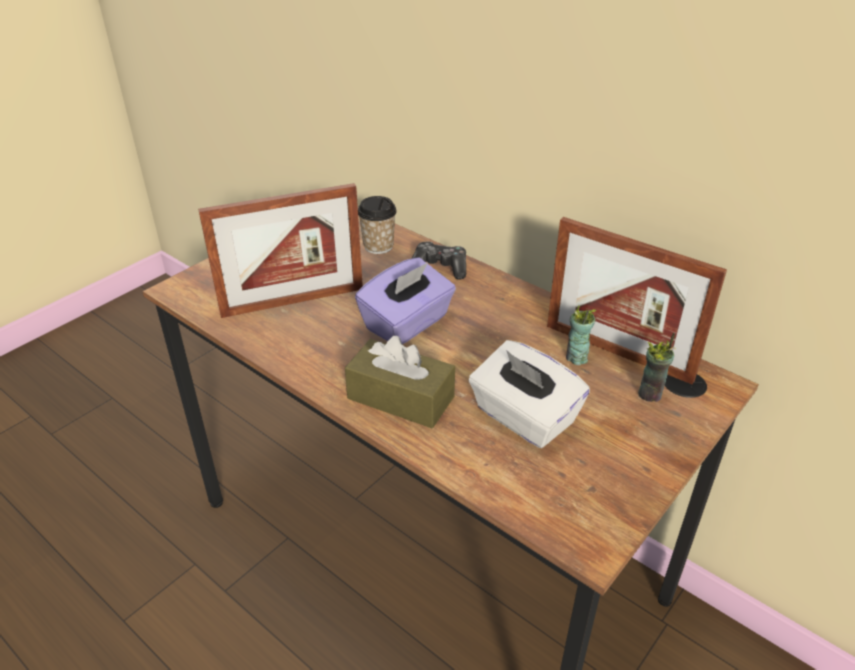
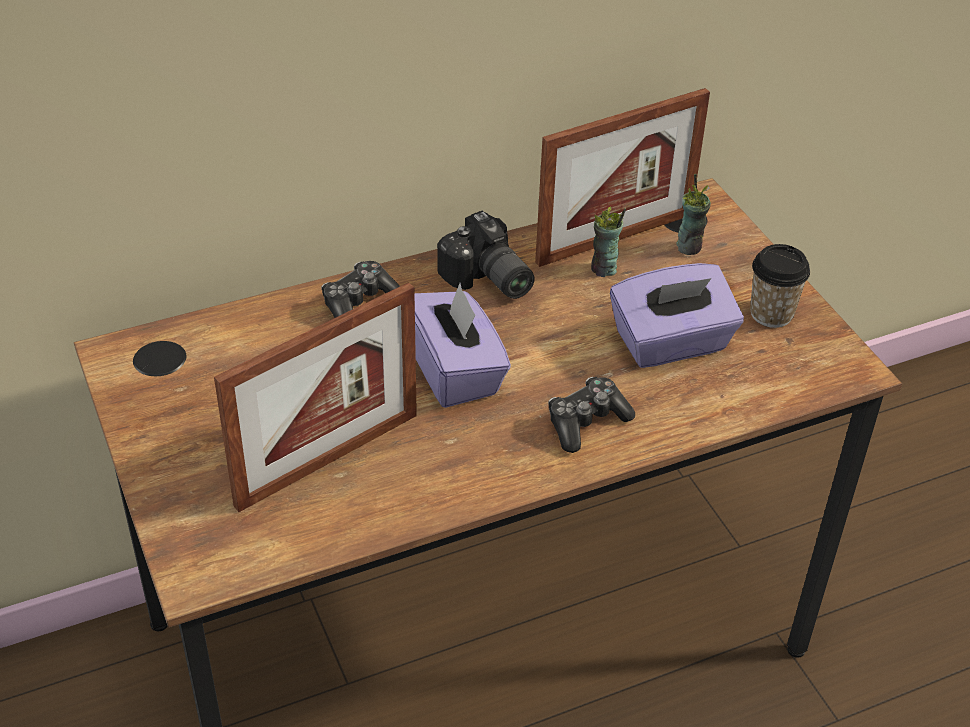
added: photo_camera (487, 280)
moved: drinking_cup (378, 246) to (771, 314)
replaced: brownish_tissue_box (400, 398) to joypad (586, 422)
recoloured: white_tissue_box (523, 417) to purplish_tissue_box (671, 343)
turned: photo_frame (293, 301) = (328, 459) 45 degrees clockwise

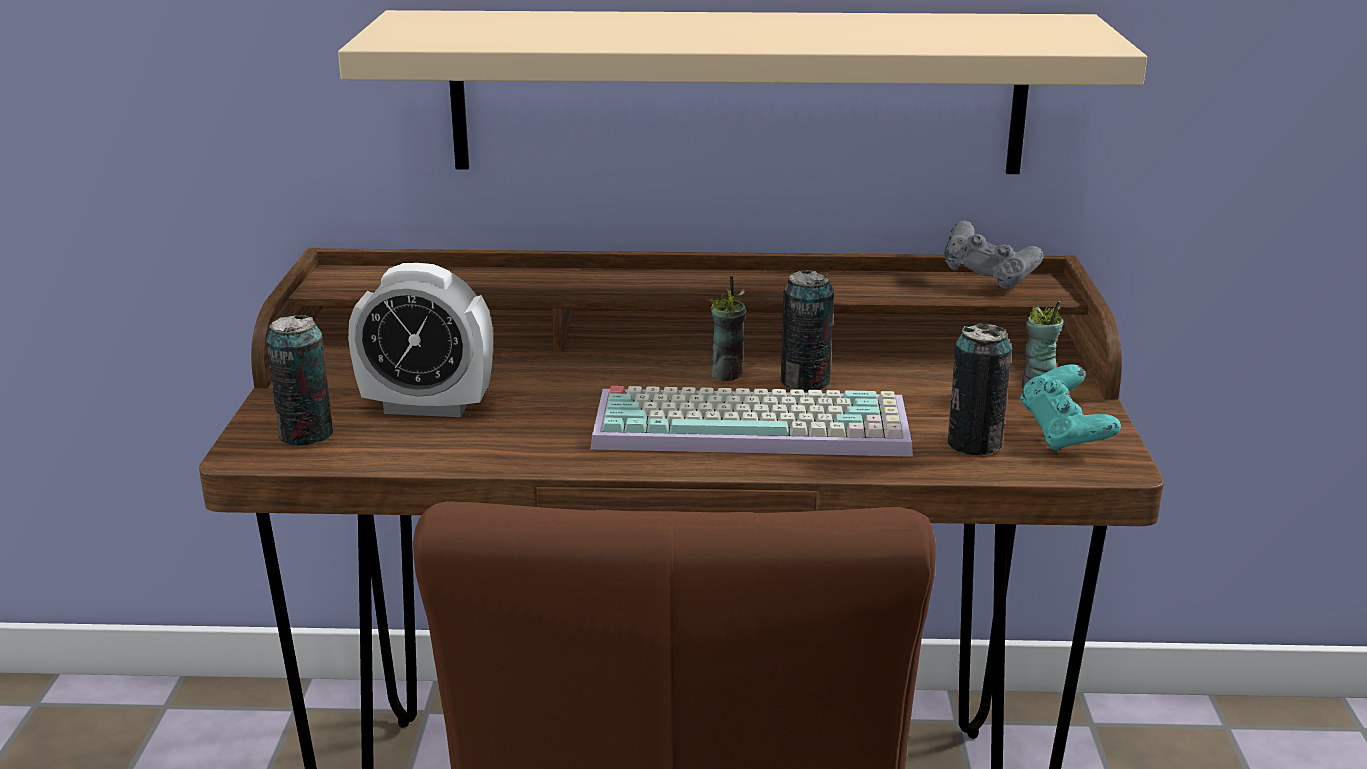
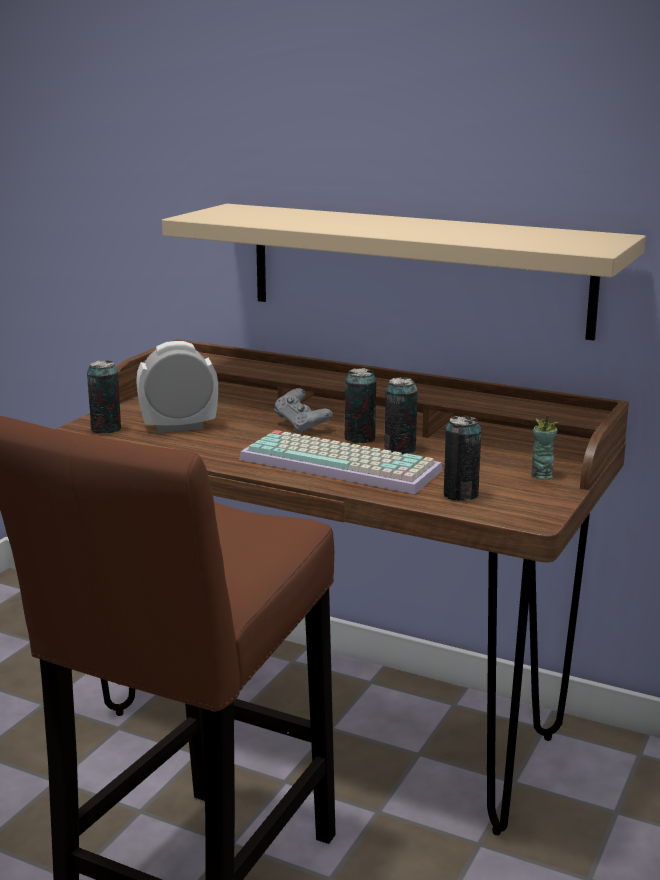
removed: turquoise-coloured_joypad (1064, 435)
moved: gray_joypad (988, 278) to (302, 426)
replaced: drinking_cup (727, 374) to can (360, 438)
turned: table_clock (427, 406) = (179, 427) 135 degrees clockwise

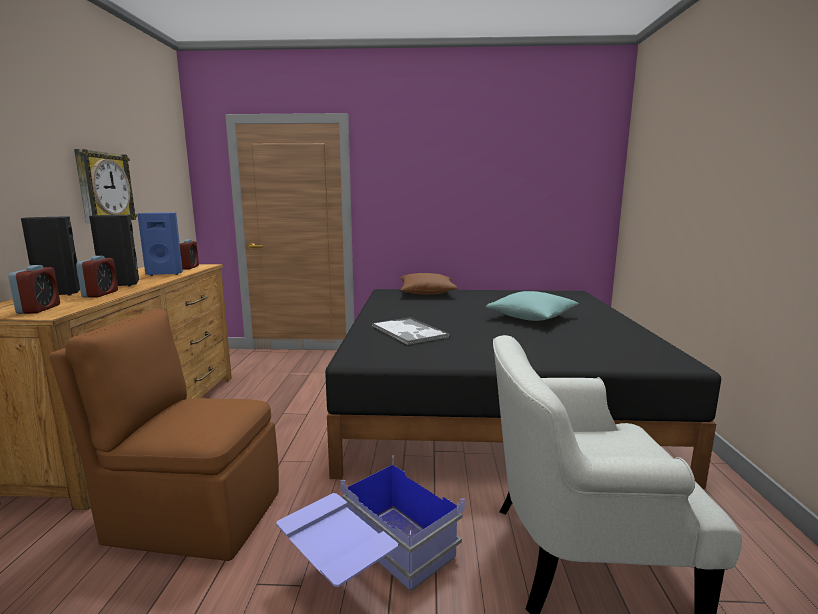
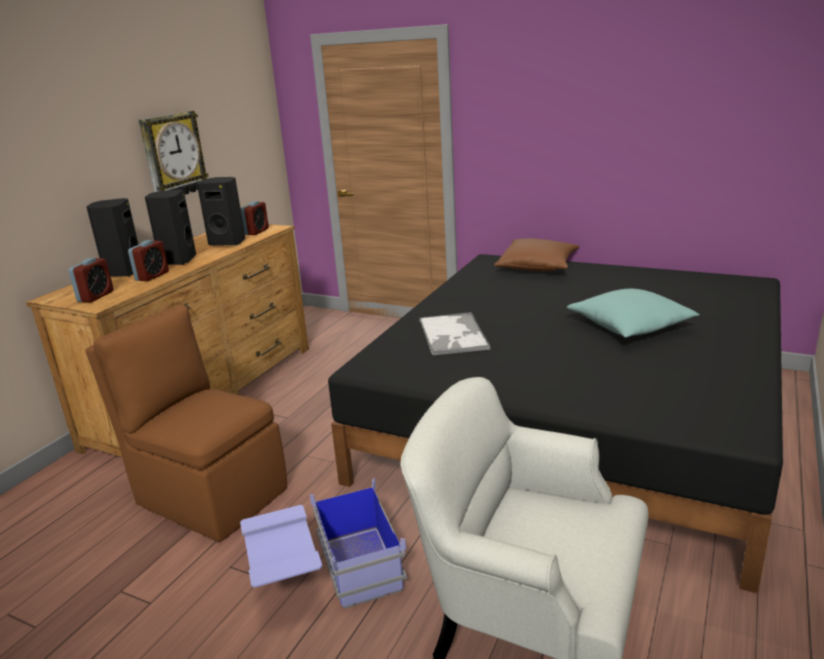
recoloured: bluish_loudspeaker (166, 273) to black-coloured_loudspeaker (228, 242)

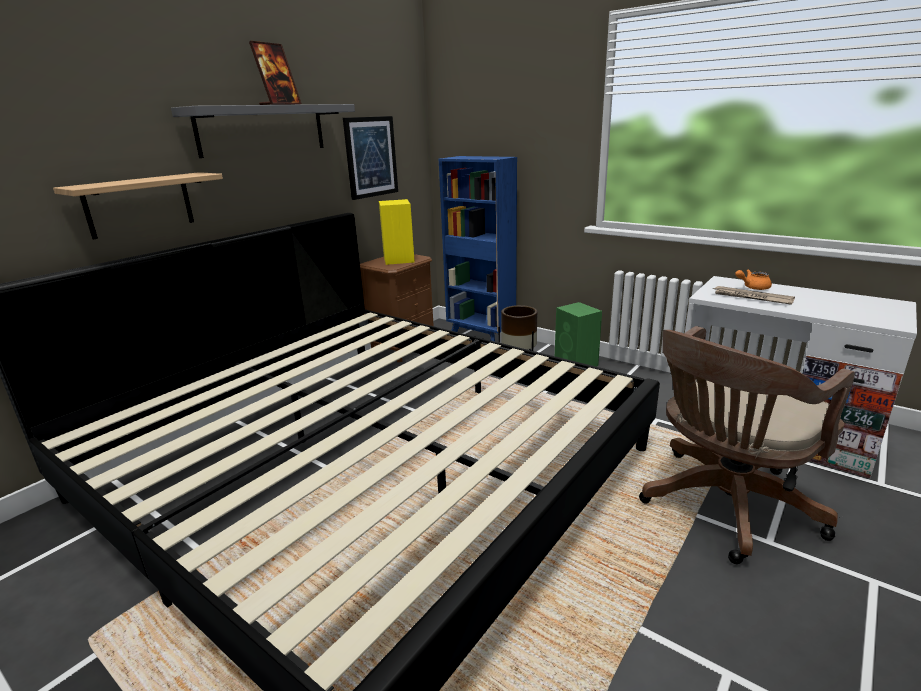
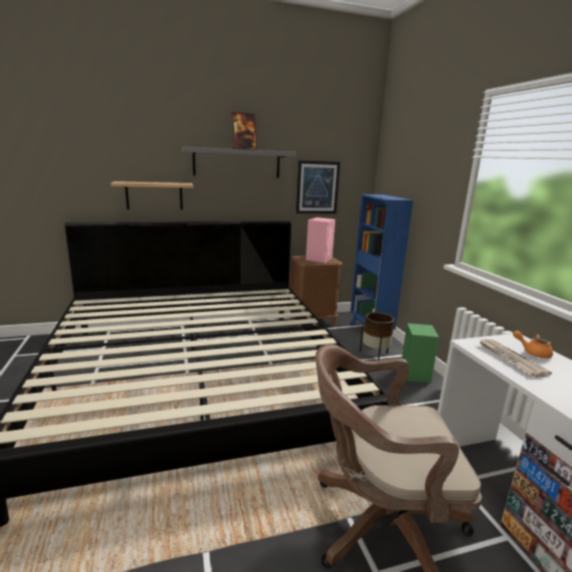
recoloured: yellow-coloured_loudspeaker (398, 259) to pinkish_loudspeaker (319, 259)

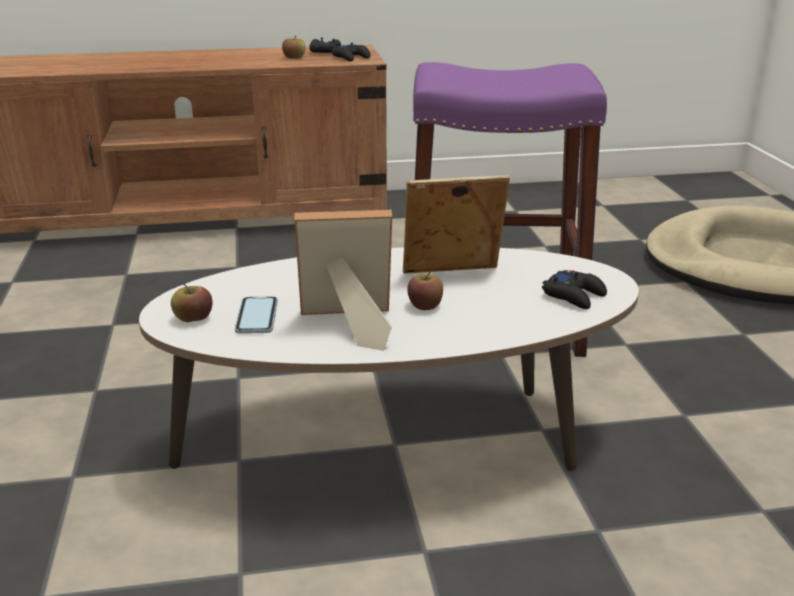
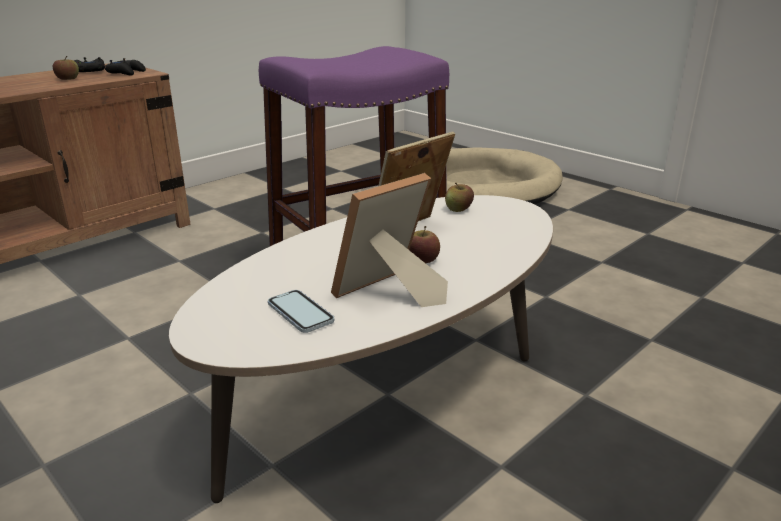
removed: black-coloured_joypad (574, 296)
moved: apple_fruit (193, 319) to (458, 209)

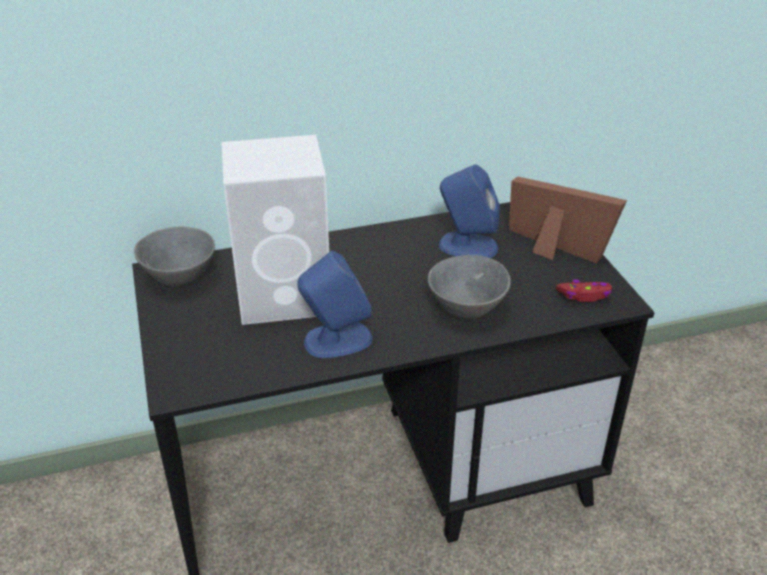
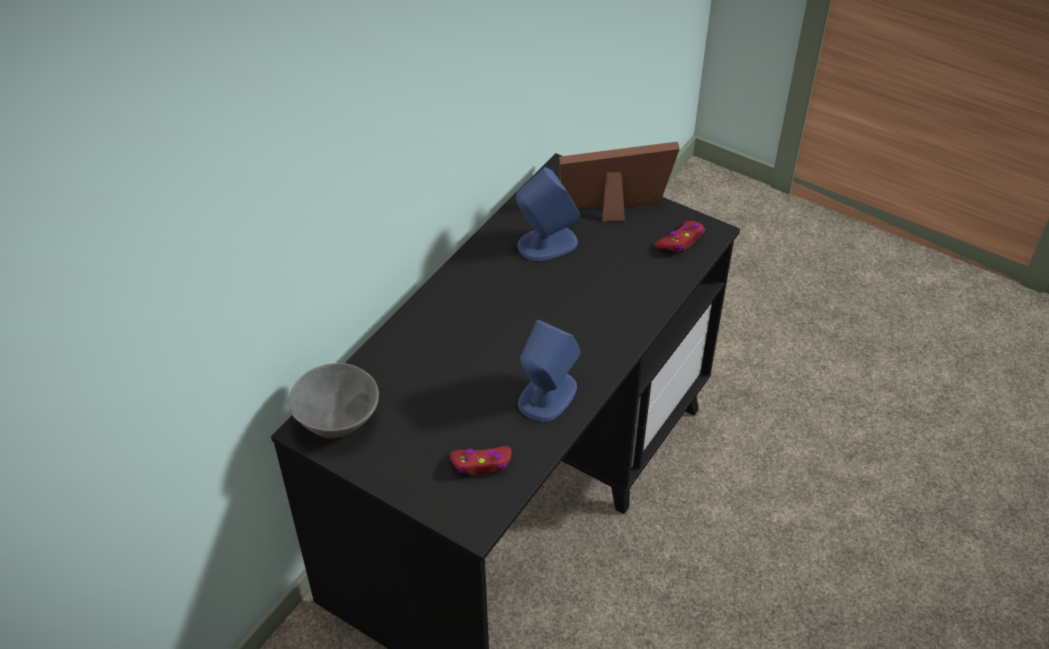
removed: white_loudspeaker (287, 295); gray_deep_dish (465, 308)
added: reddish_joypad (481, 464)

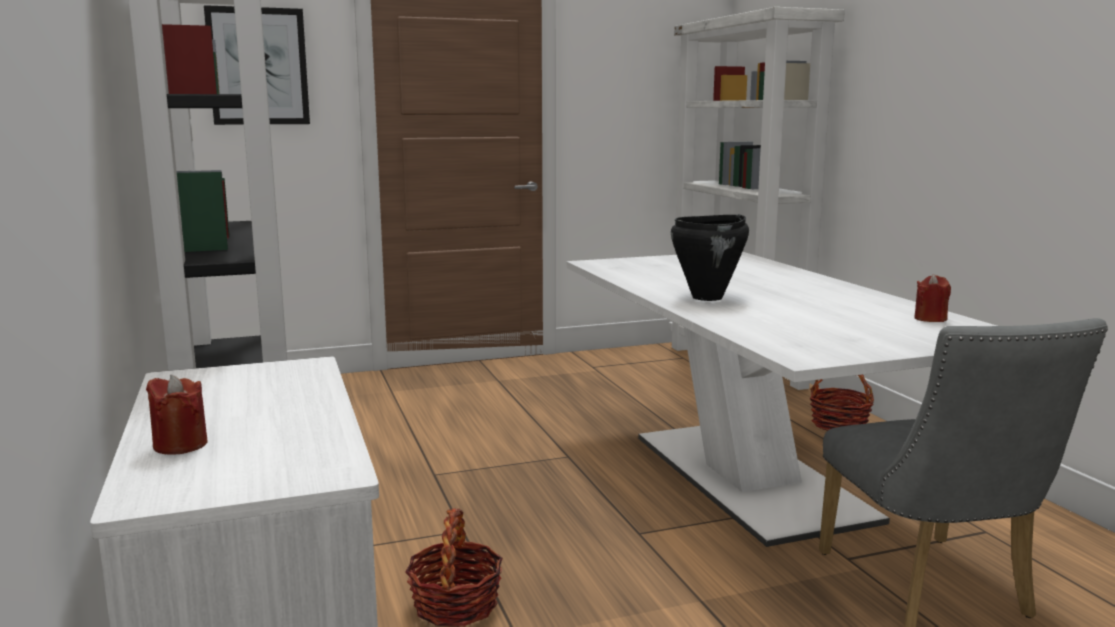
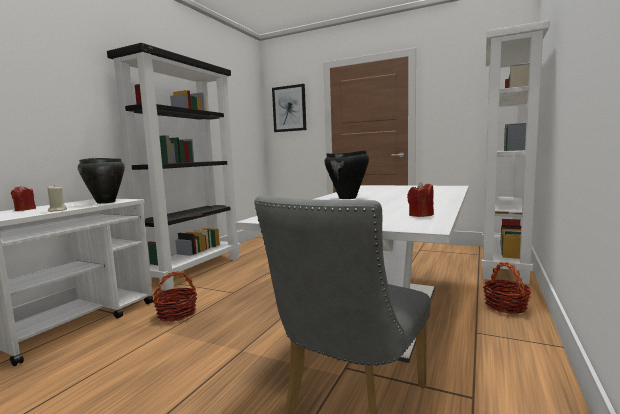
added: sand-coloured_candle (57, 210); black-coloured_stockpot (106, 202)

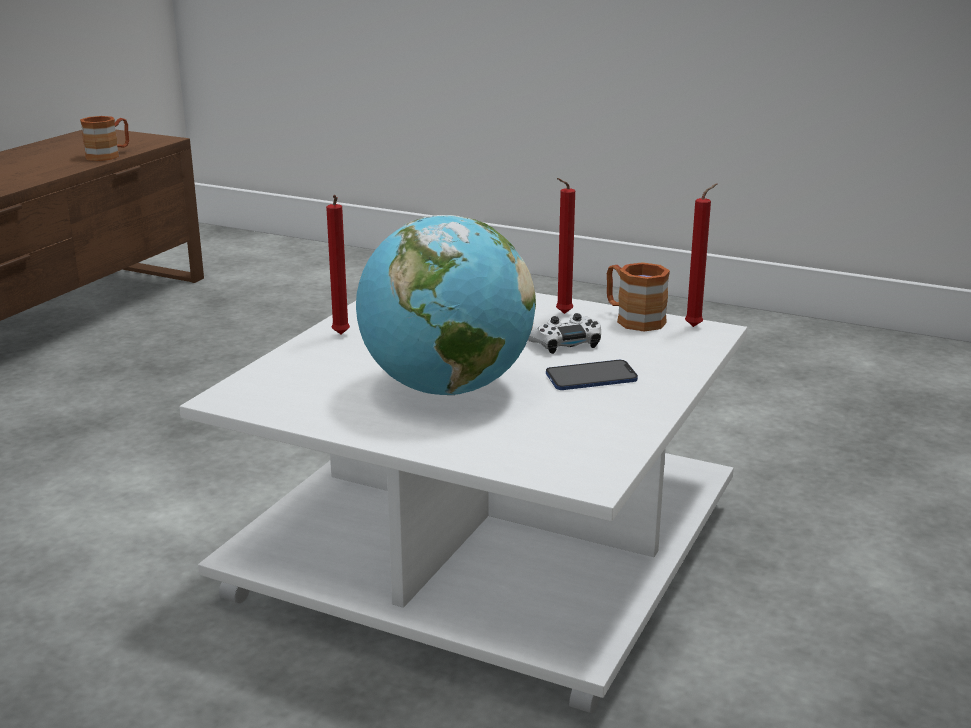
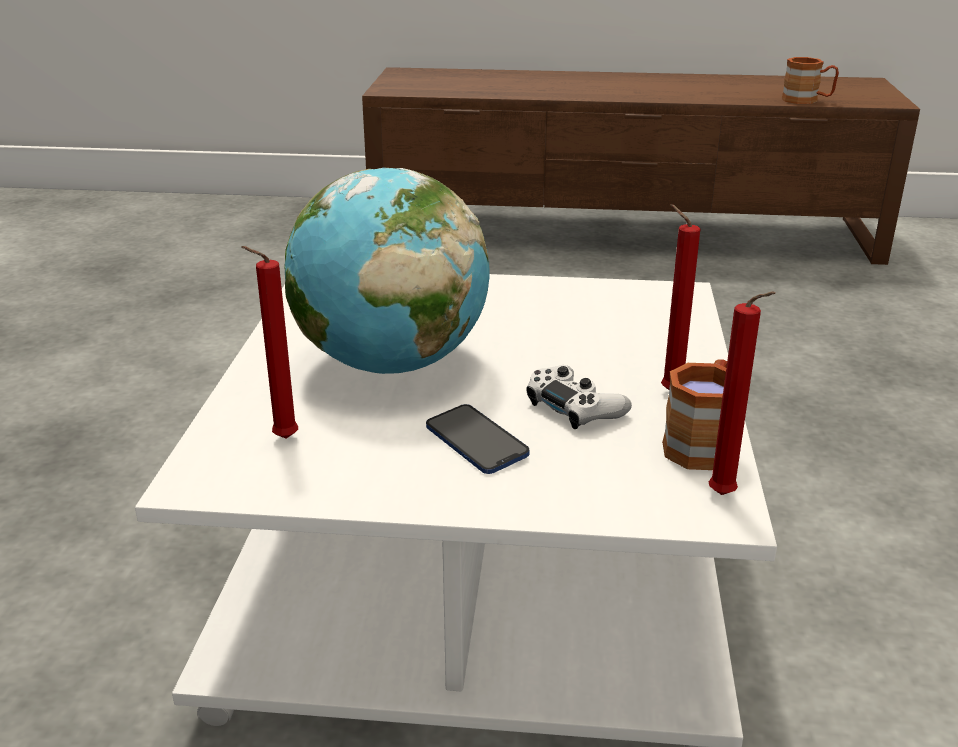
moved: reddish_candle (341, 335) to (281, 439)

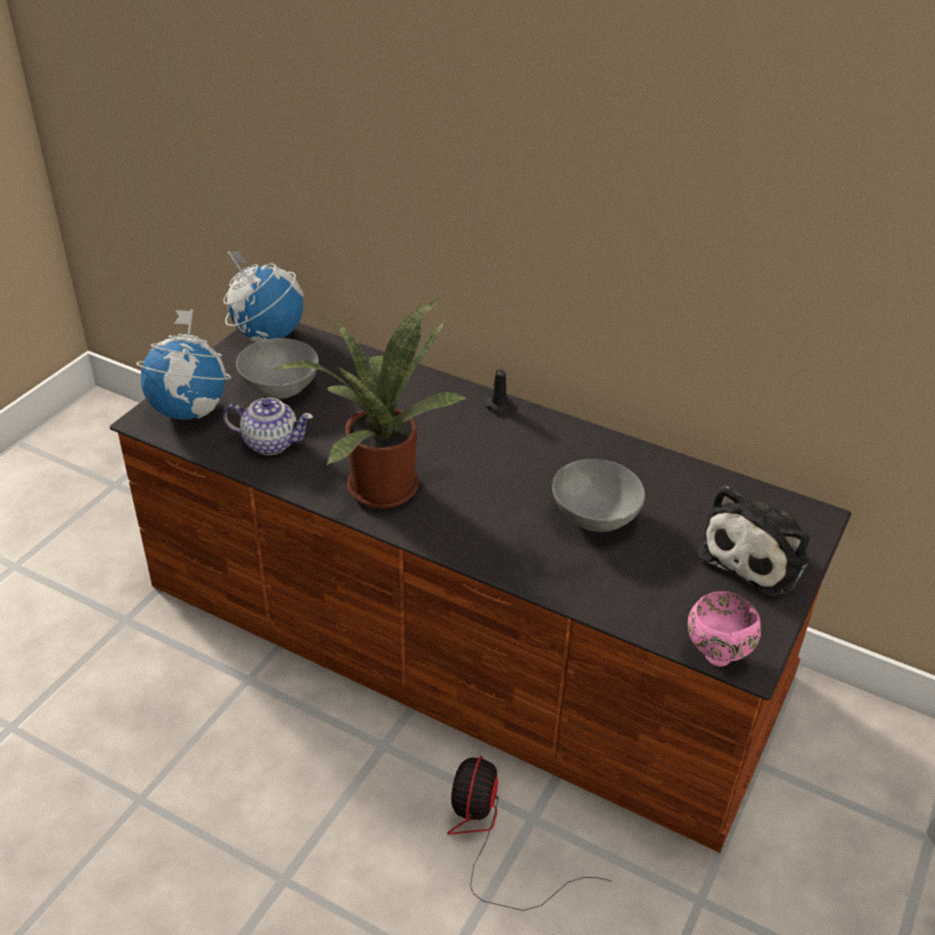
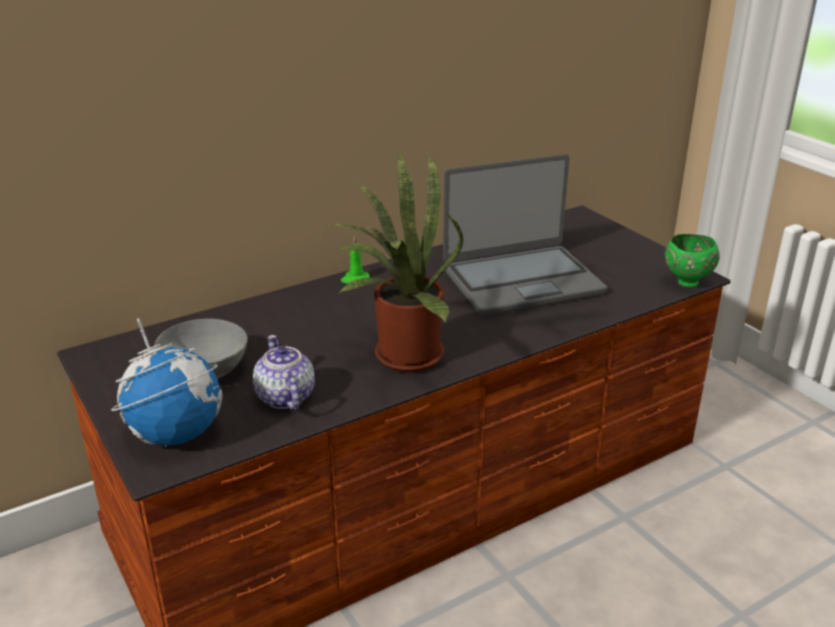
removed: globe (267, 335); electric_fan (492, 839); plush_toy (757, 556)
replaced: gray_deep_dish (595, 516) to portable_computer (521, 281)
recoloured: black-coloured_candle (497, 405) to green_candle (354, 279); pinkish_deep_dish (715, 655) to green_deep_dish (686, 283)
turned: pot_for_tea (270, 443) = (284, 397) 60 degrees counterclockwise

